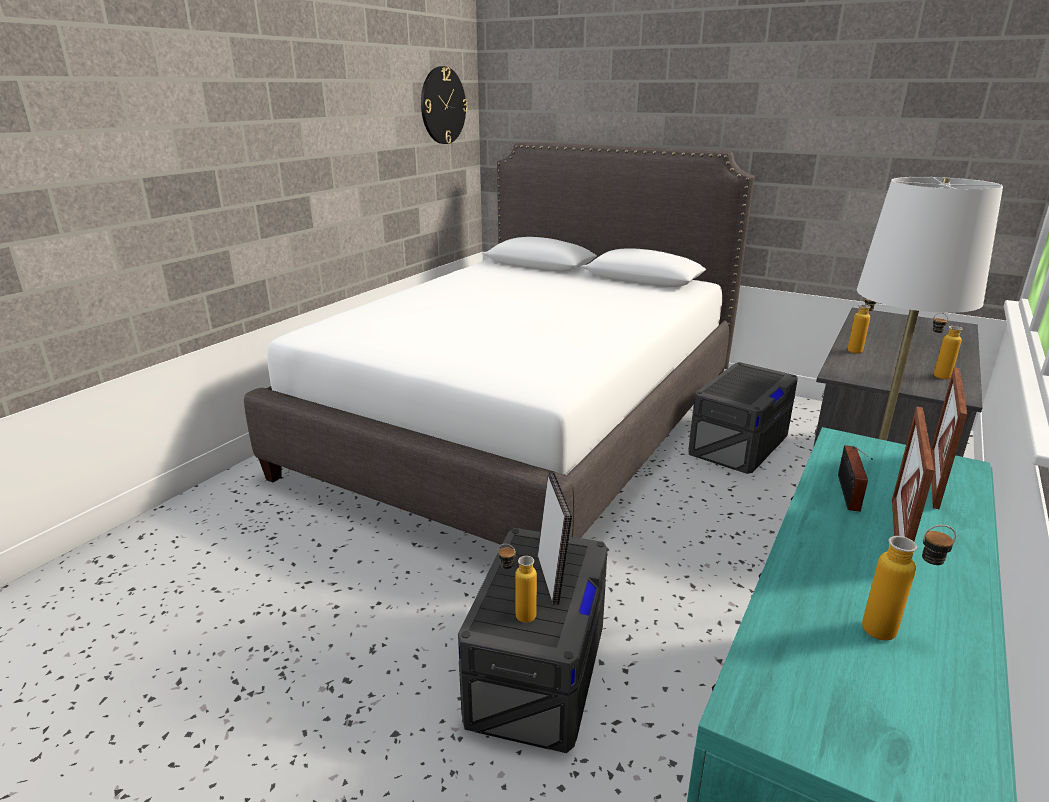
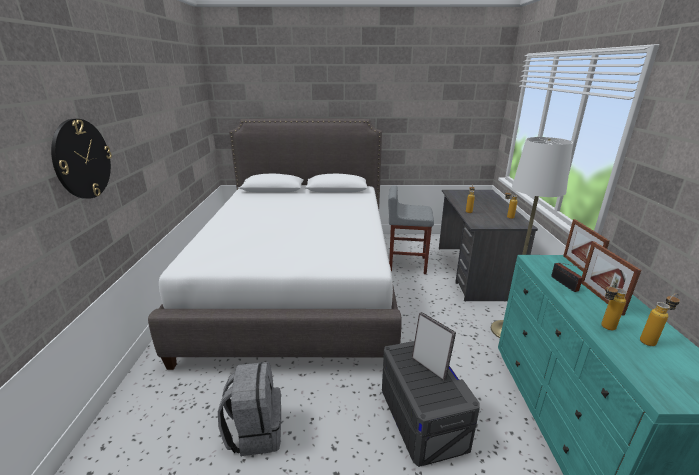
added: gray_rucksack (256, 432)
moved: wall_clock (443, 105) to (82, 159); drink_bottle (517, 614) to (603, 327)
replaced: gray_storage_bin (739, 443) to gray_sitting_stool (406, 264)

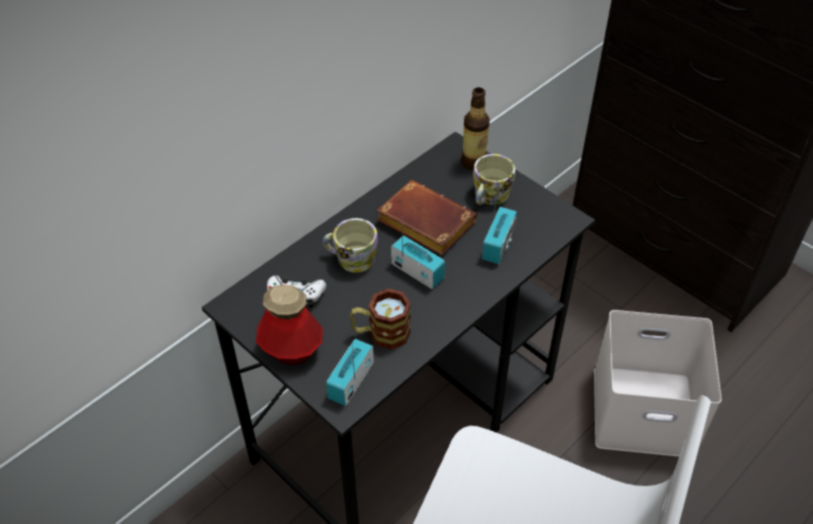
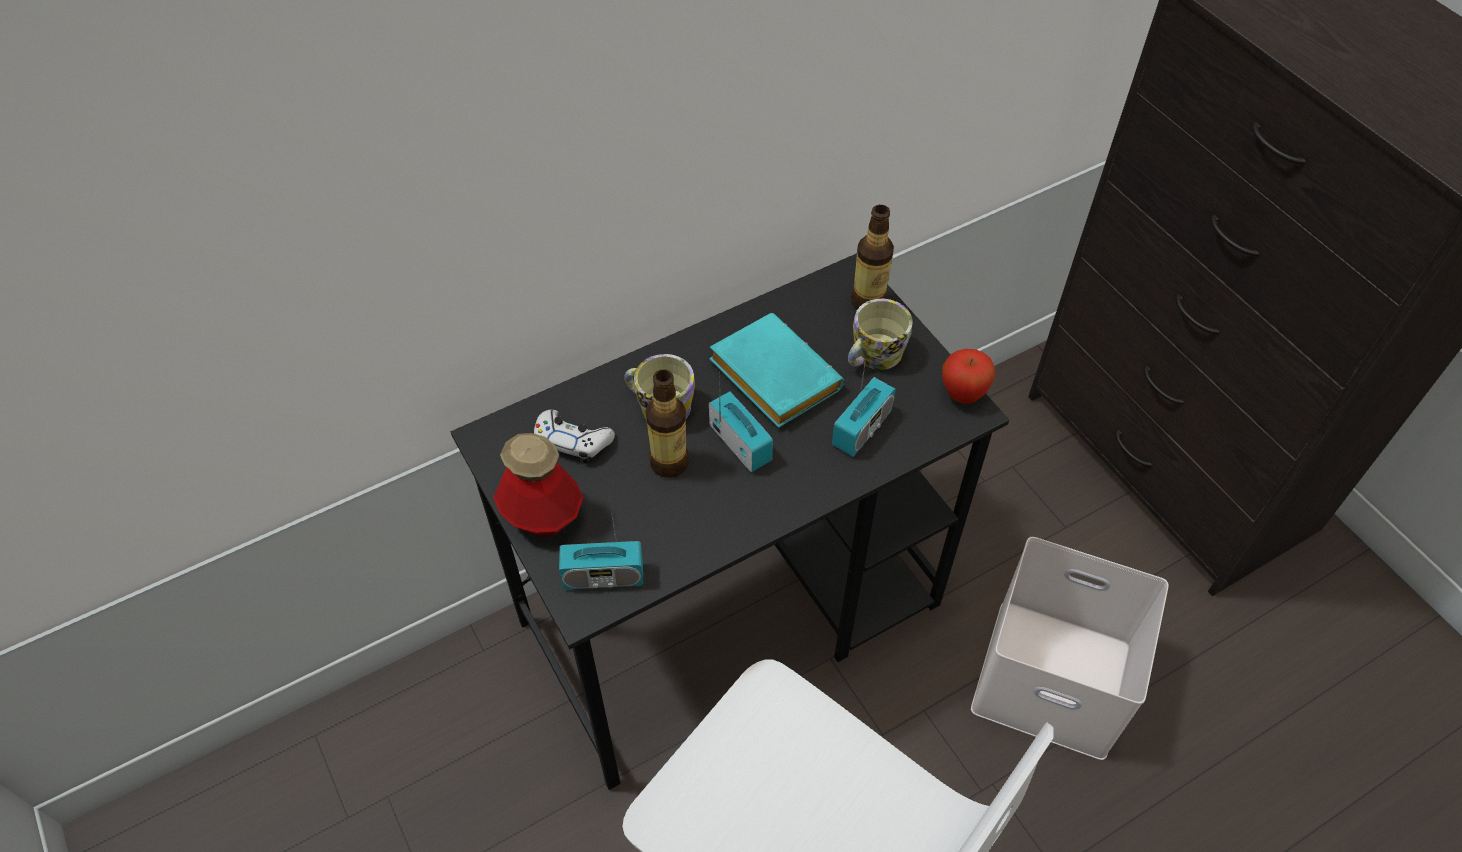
removed: mug (381, 333)
added: drink_bottle (669, 462); apple_fruit (962, 395)
recoloured: brownish_volume (422, 223) to turquoise-coloured_volume (770, 376)
turned: radio (351, 381) = (603, 576) 135 degrees counterclockwise

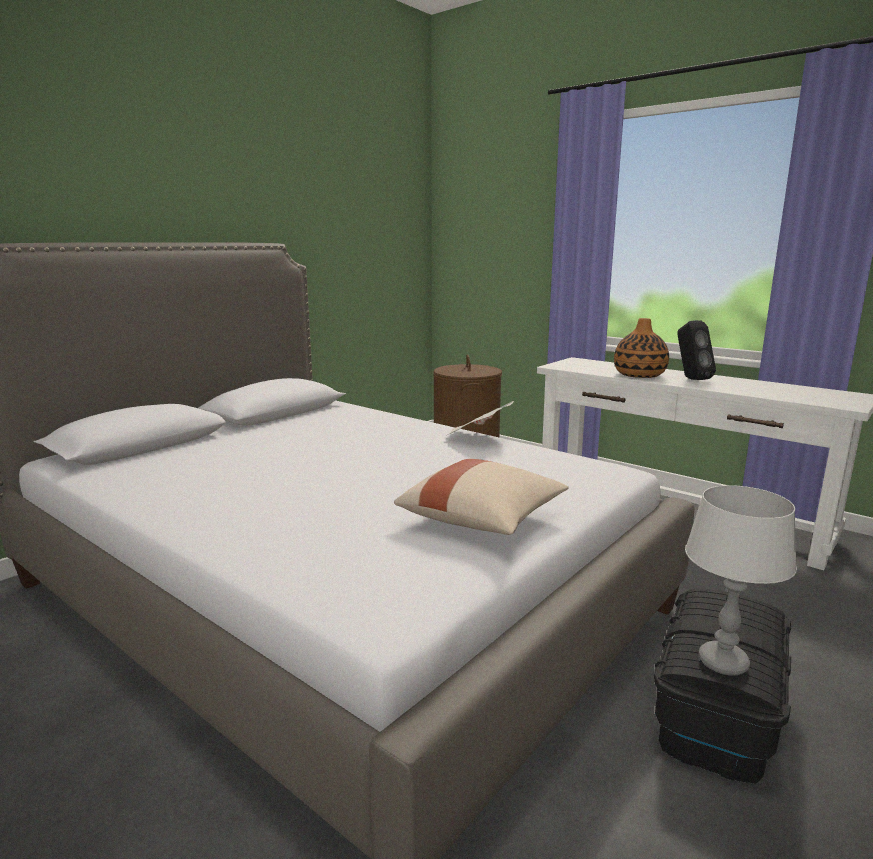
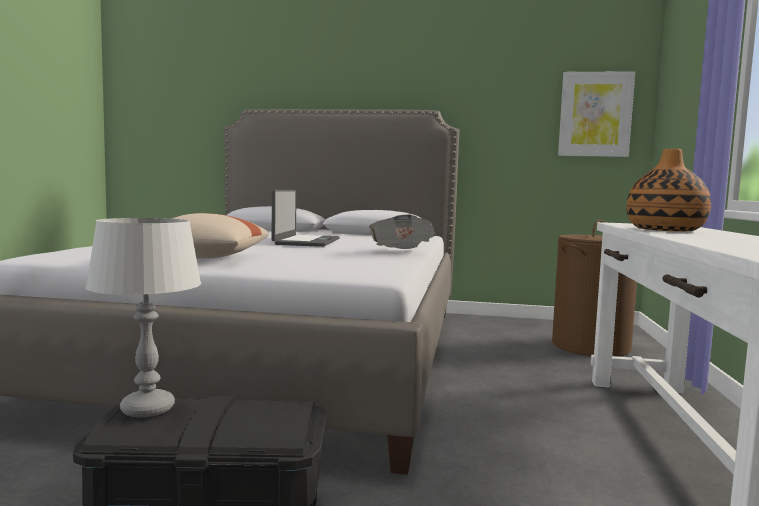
removed: black-coloured_loudspeaker (690, 379)
added: portable_computer (306, 241); wall_picture (595, 114)

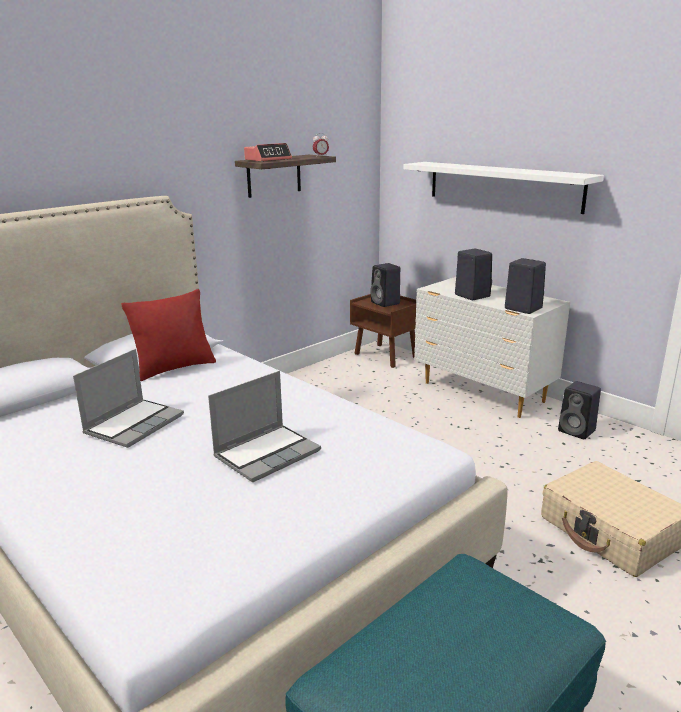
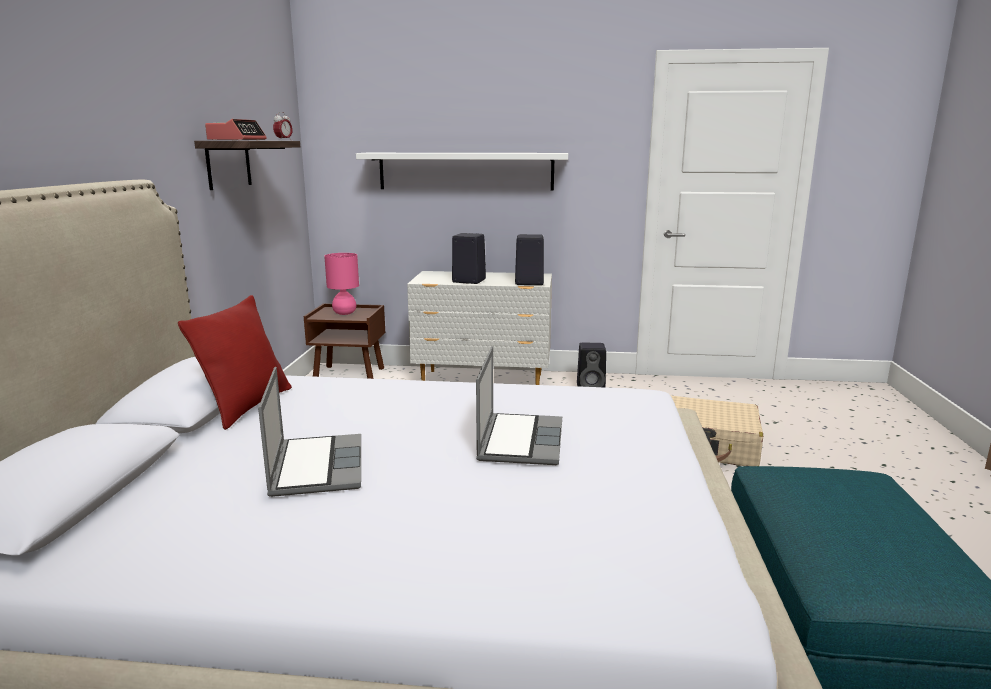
replaced: black-coloured_loudspeaker (386, 303) to pinkish_table_lamp (345, 313)

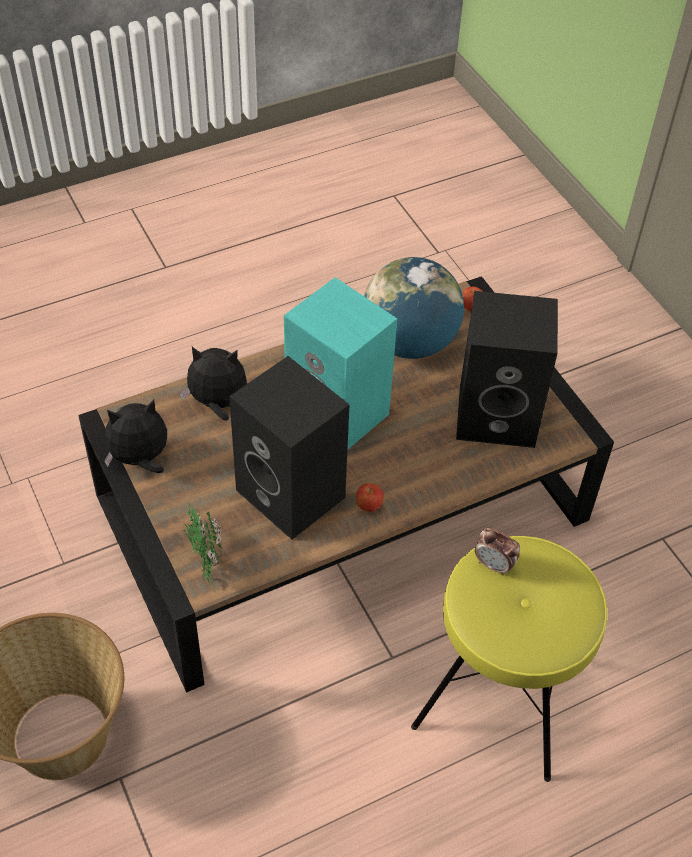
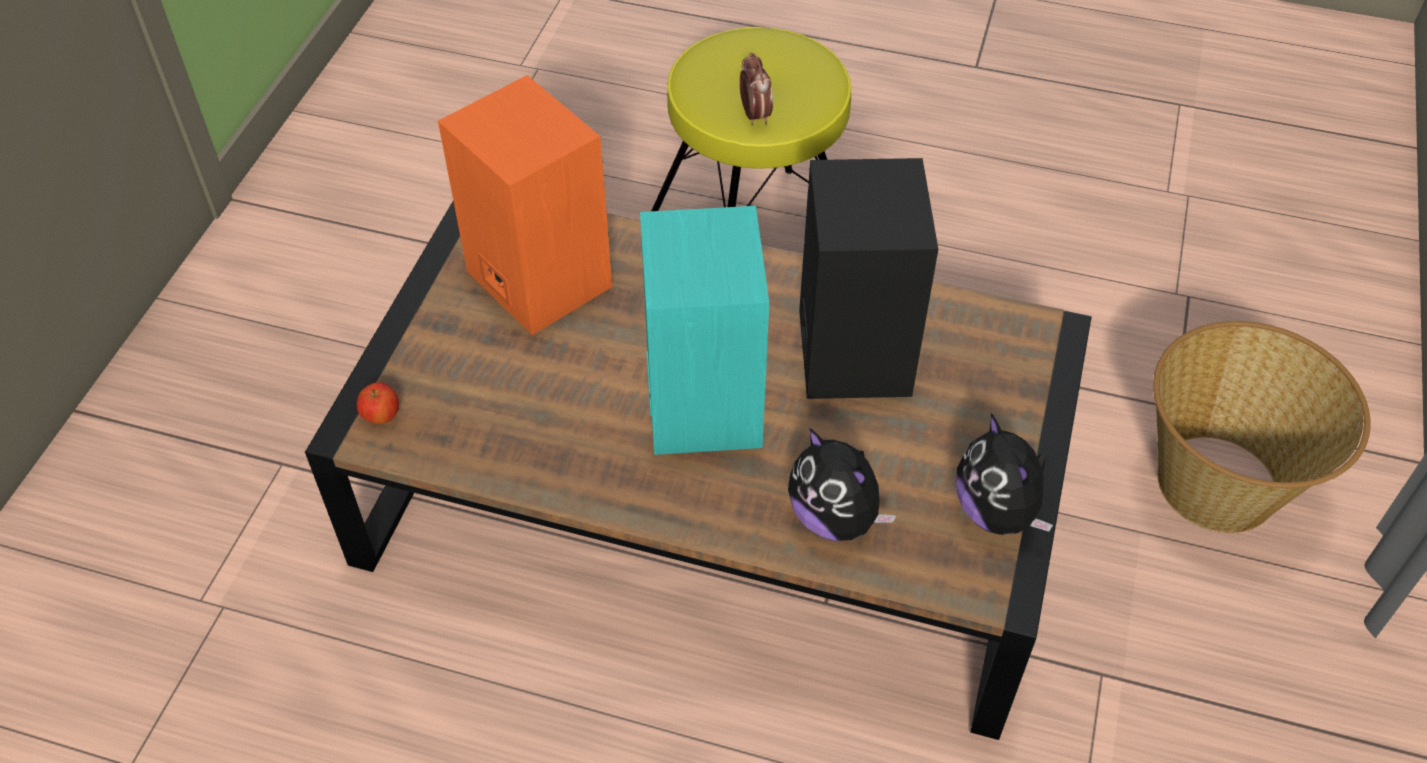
removed: plant_in_a_pot (205, 557); apple_fruit (368, 505); globe (409, 343)
recoloured: black-coloured_loudspeaker (499, 415) to orangey_loudspeaker (535, 278)
turned: plush_toy (140, 459) = (997, 512) 45 degrees clockwise

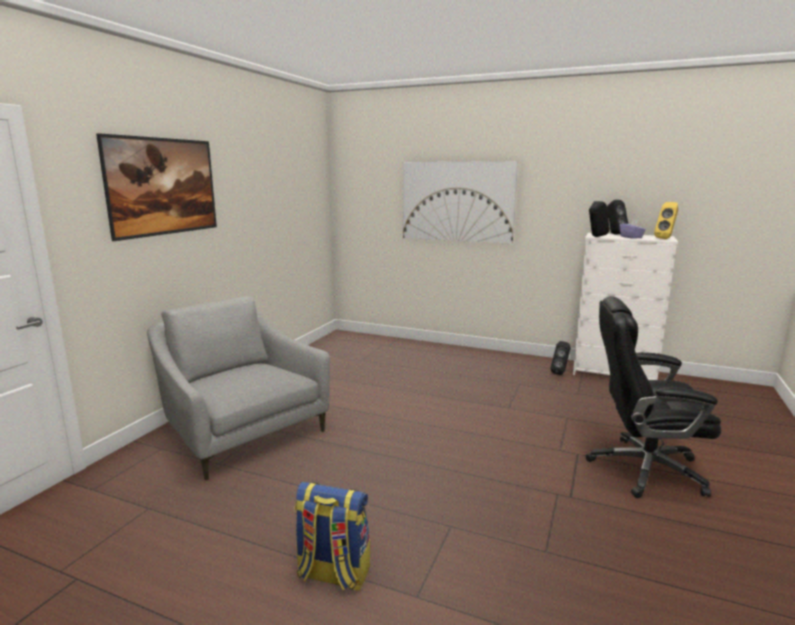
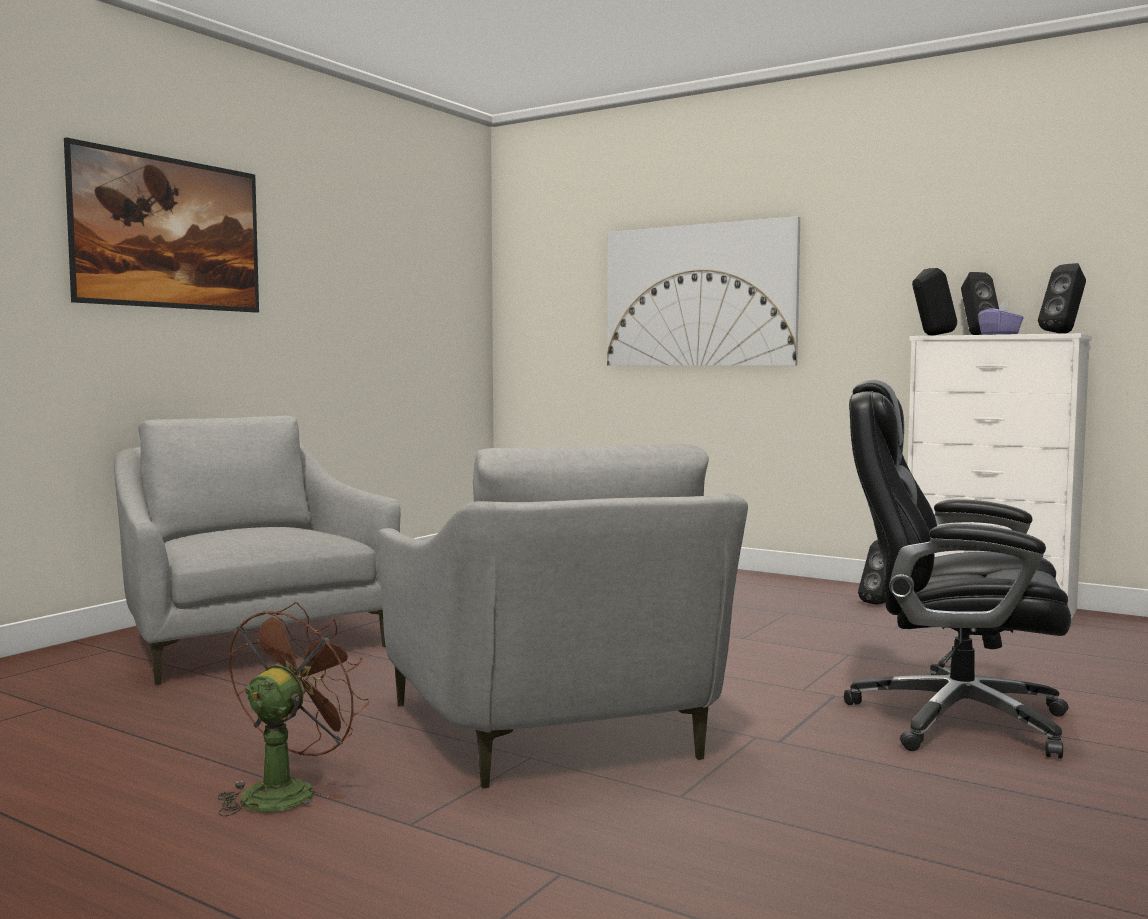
added: gray_easy_chair (560, 732)
replaced: rucksack (333, 574) to brownish_electric_fan (287, 791)
recoloured: yellow-coloured_loudspeaker (665, 239) to black-coloured_loudspeaker (1064, 333)

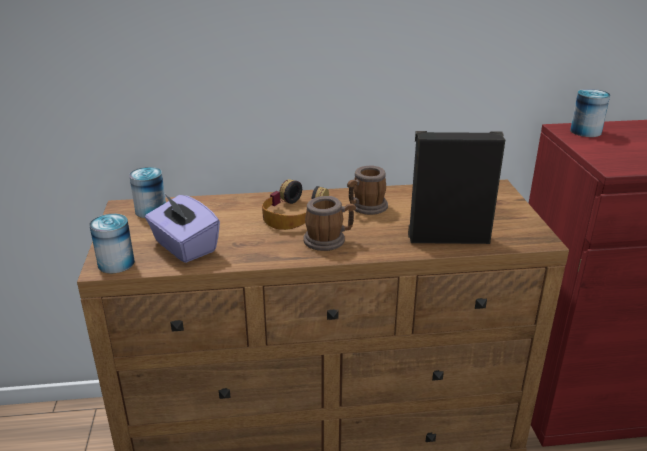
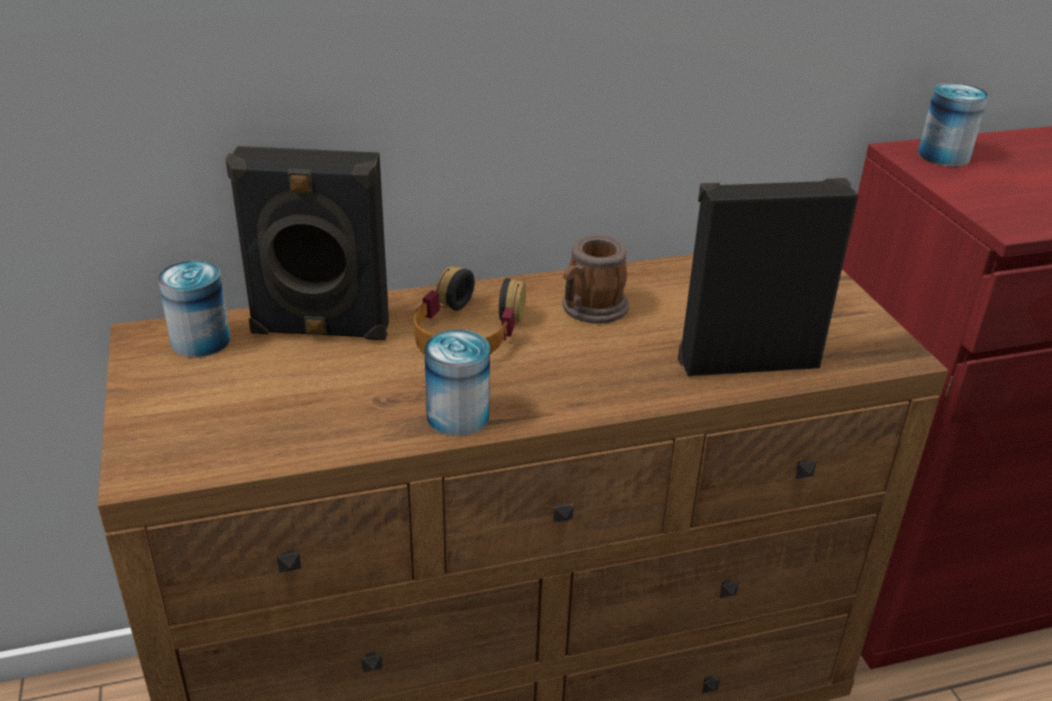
removed: purplish_tissue_box (184, 247); mug (329, 240)
added: black-coloured_loudspeaker (320, 331)
moved: can (116, 263) to (458, 416)

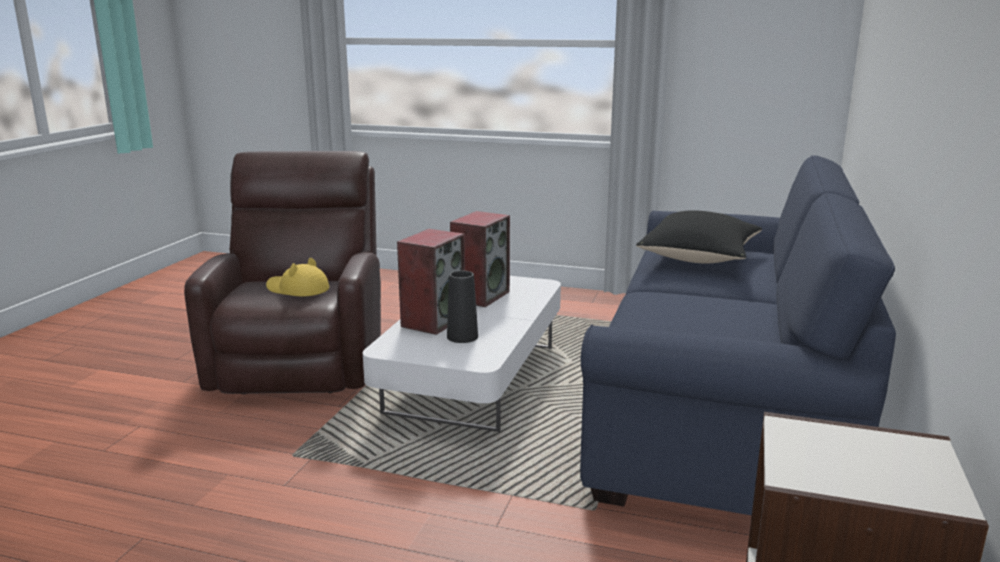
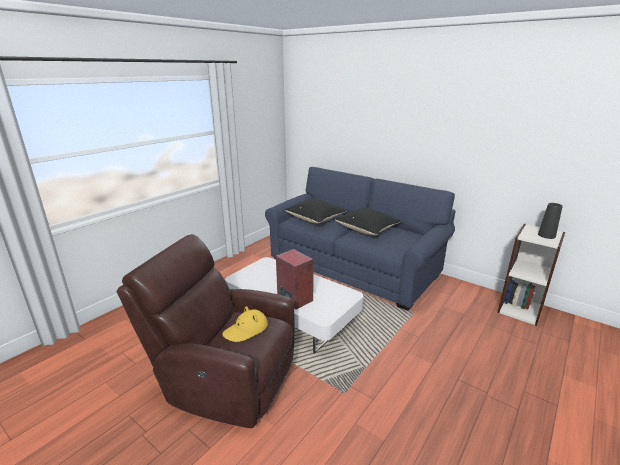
removed: loudspeaker (480, 295)
added: black-coloured_cushion (368, 230)
moved: black-coloured_vase (462, 337) to (546, 235)

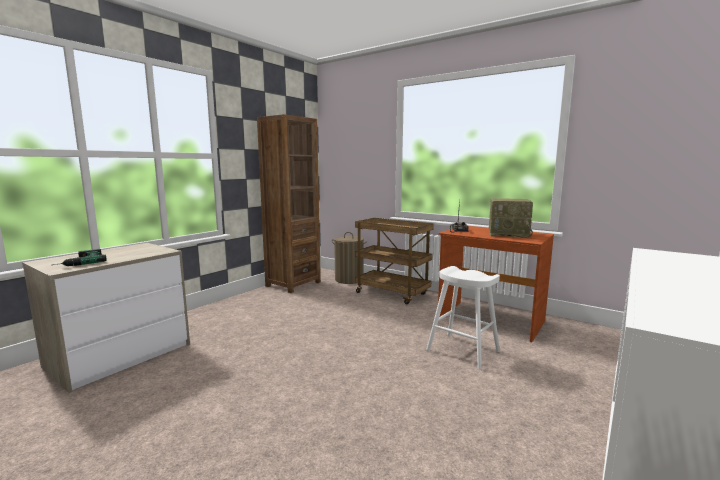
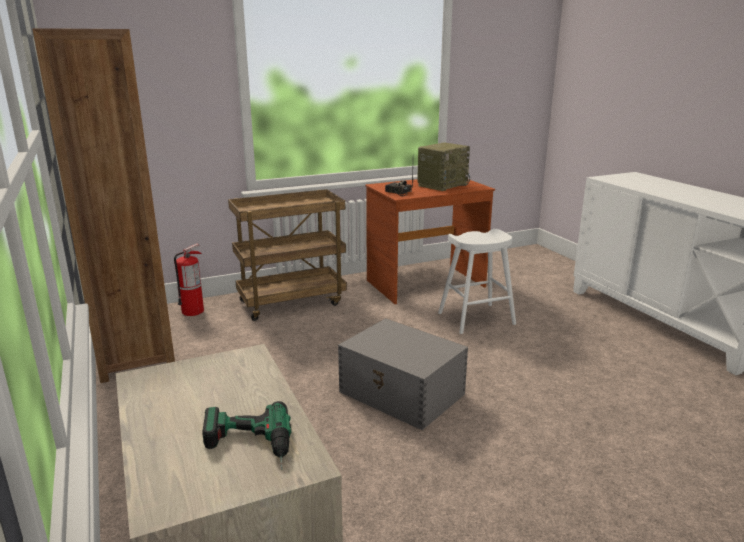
added: gray_storage_bin (402, 393)
replaced: hamper (349, 279) to fire-fighting_cylinder (193, 311)

